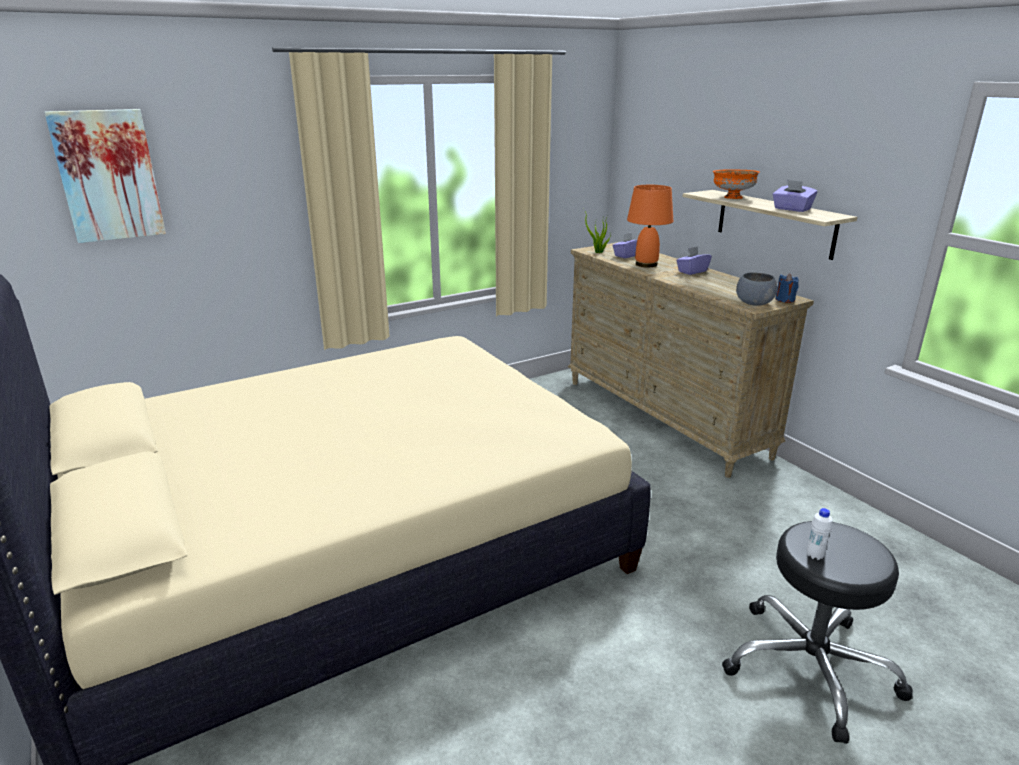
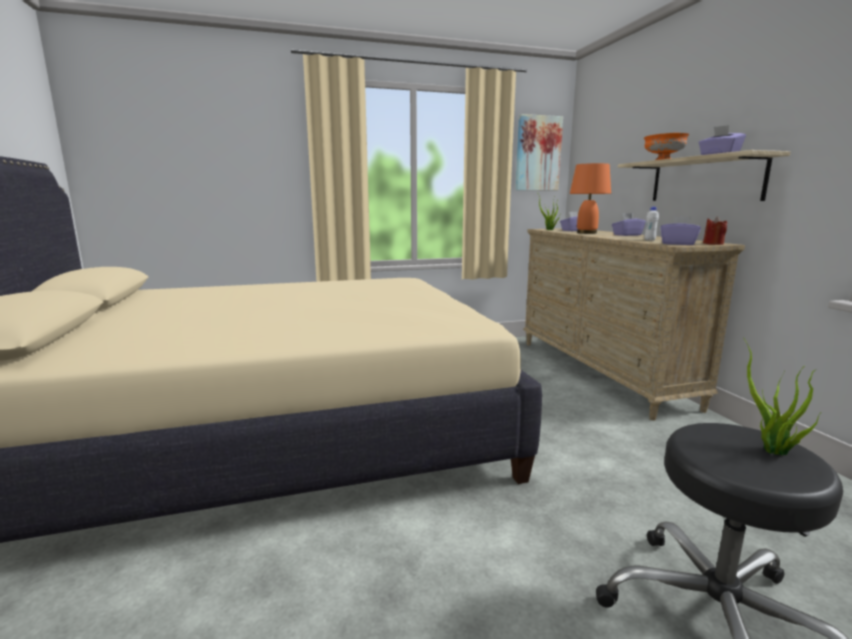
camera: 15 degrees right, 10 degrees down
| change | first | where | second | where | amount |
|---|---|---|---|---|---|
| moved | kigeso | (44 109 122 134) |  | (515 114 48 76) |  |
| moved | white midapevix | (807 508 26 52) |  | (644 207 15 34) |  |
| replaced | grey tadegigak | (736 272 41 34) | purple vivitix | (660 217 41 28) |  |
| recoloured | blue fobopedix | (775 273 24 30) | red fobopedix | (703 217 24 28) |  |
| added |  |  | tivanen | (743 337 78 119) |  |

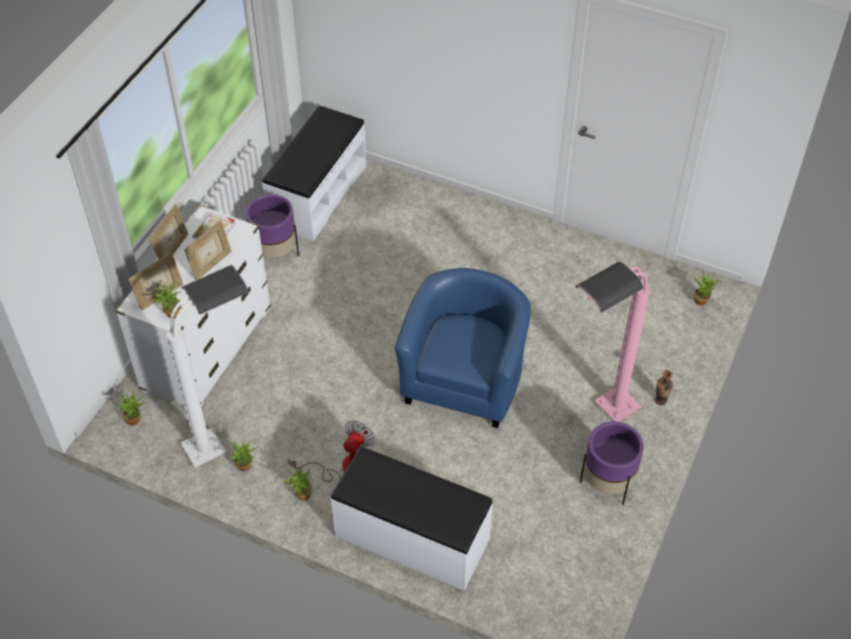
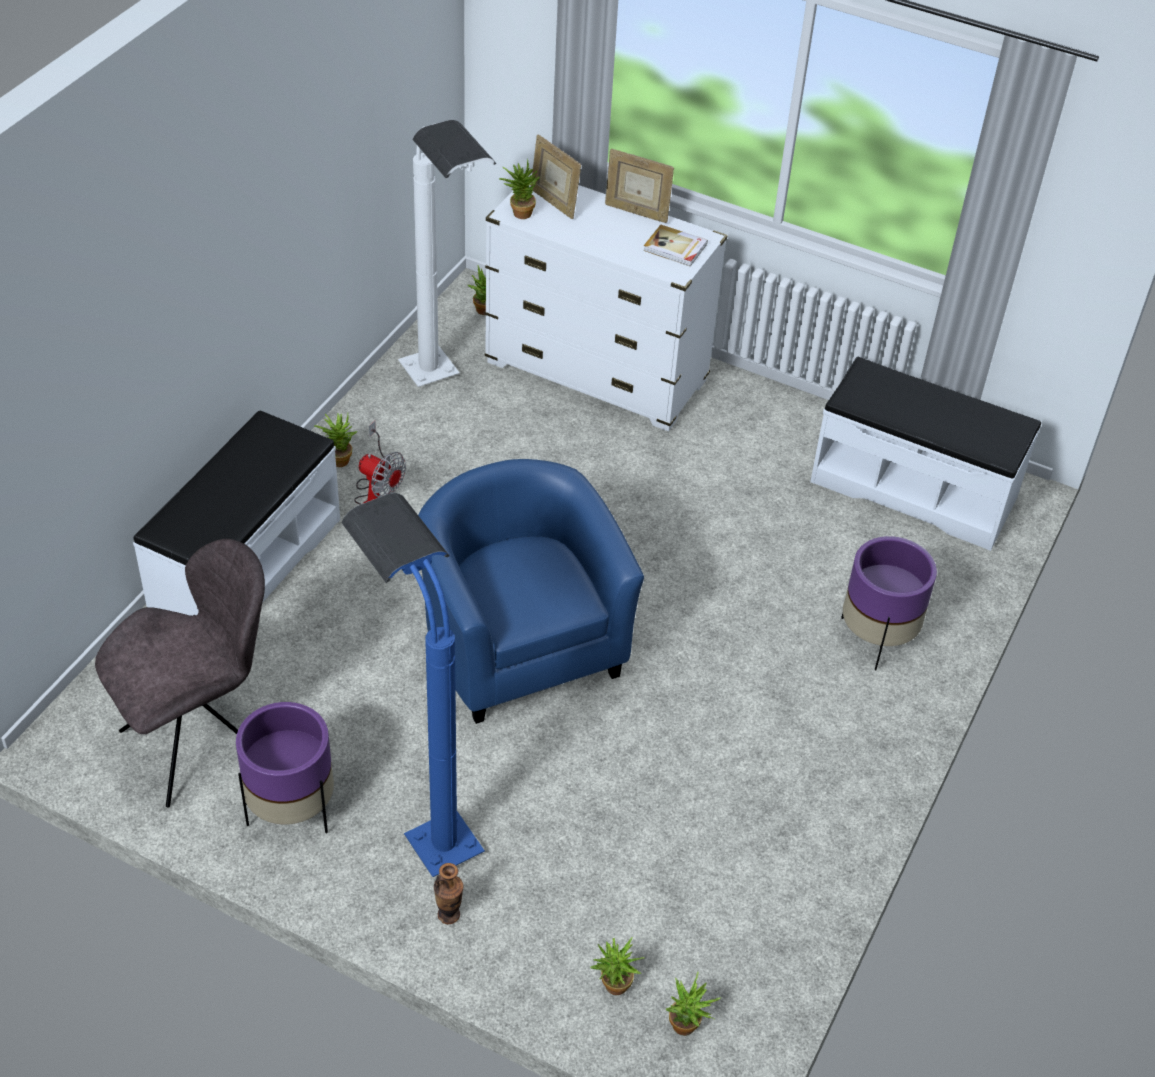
camera: 90 degrees right, 5 degrees down
| change | first | where | second | where | amount |
|---|---|---|---|---|---|
| added |  |  | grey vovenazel | (95 539 170 269) |  |
| recoloured | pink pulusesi | (575 262 75 160) | blue pulusesi | (341 493 144 384) |  |
| turned | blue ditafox | (395 268 136 160) |  | (418 459 226 265) | 135 degrees counterclockwise |
| moved | tivanen | (230 435 28 36) |  | (590 937 55 58) |  |
| moved | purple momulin | (245 194 54 64) |  | (841 536 96 134) |  |
| removed | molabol | (184 220 48 60) |  |  |  |

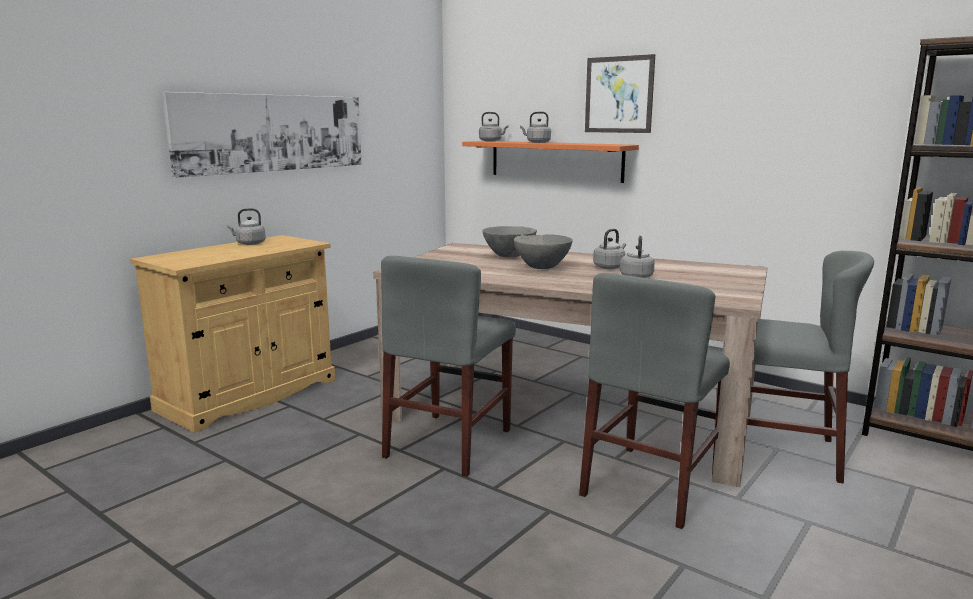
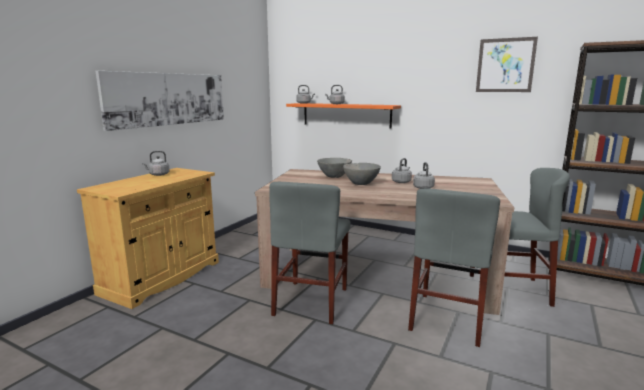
camera: 10 degrees left, 0 degrees up
| change | first | where | second | where | amount |
|---|---|---|---|---|---|
| moved | kigeso | (585 54 70 79) |  | (476 37 62 55) |  |

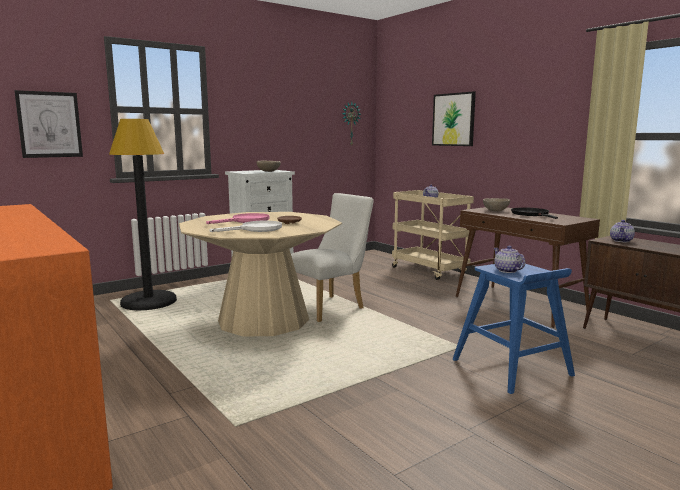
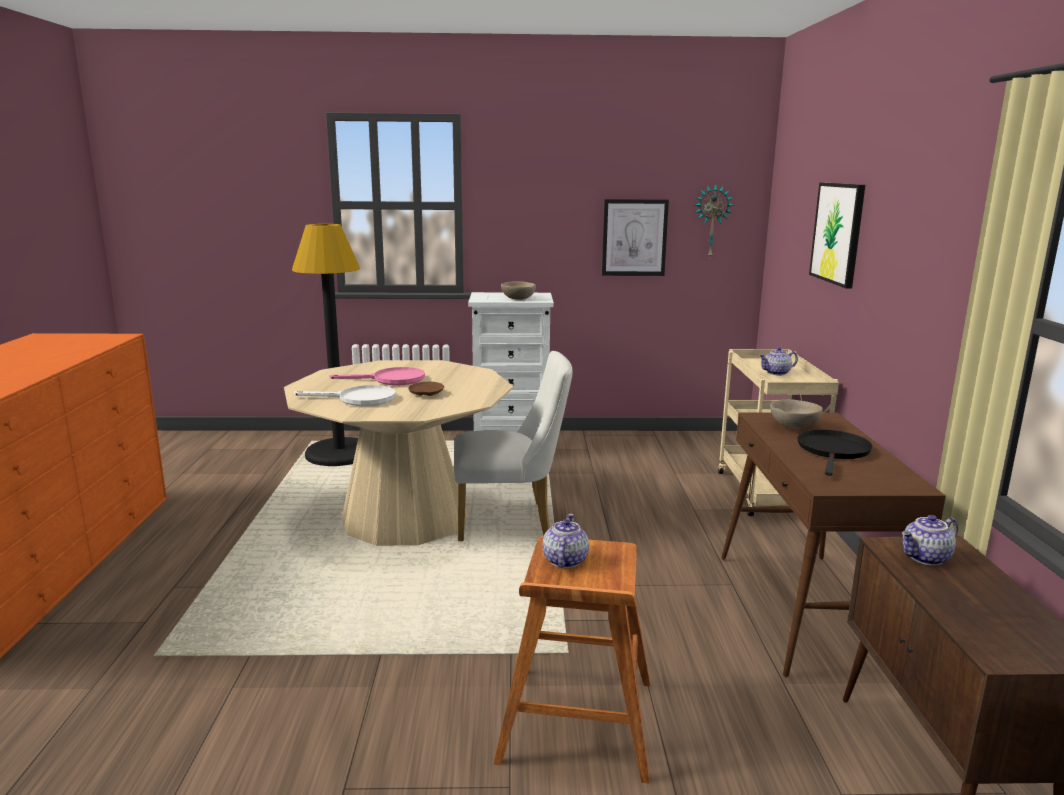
camera: 35 degrees right, 5 degrees up
| change | first | where | second | where | amount |
|---|---|---|---|---|---|
| recoloured | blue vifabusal | (452 263 123 131) | brown vifabusal | (494 536 156 247) |  |
| moved | kigeso | (14 90 69 68) |  | (602 199 67 77) |  |

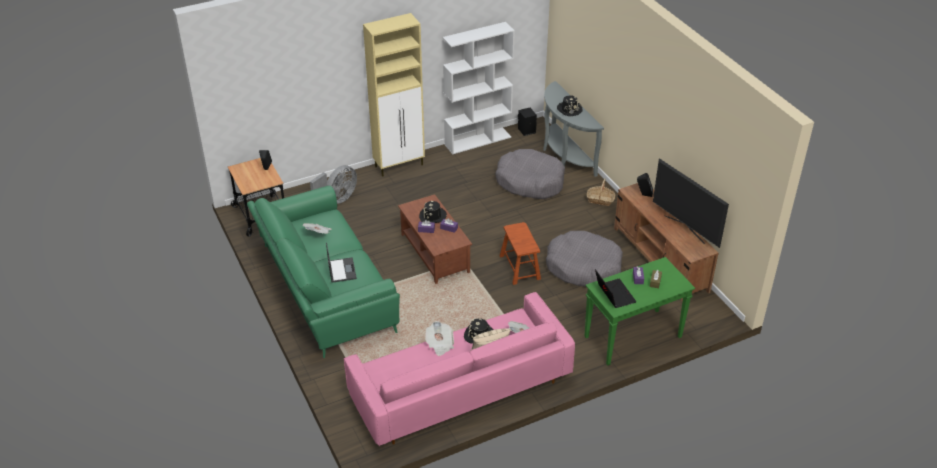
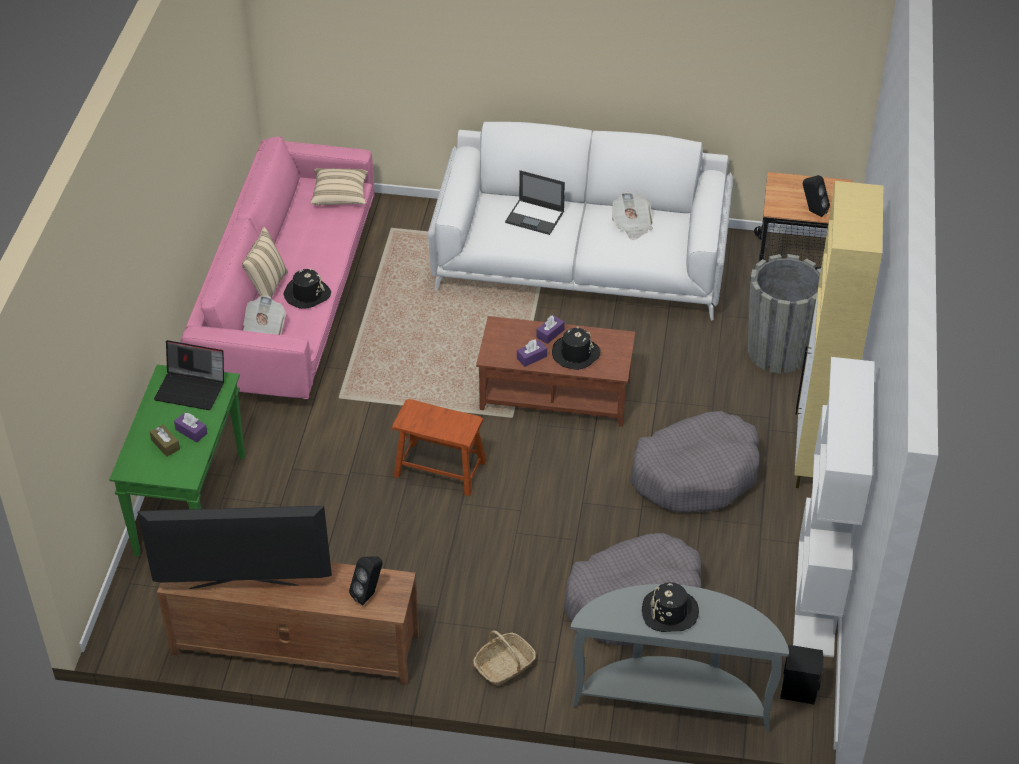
camera: 125 degrees right, 5 degrees up
| change | first | where | second | where | amount |
|---|---|---|---|---|---|
| added |  |  | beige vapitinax | (310 168 58 37) |  |
| recoloured | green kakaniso | (247 186 153 172) | white kakaniso | (428 122 305 198) |  |
| moved | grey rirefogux | (546 231 77 56) |  | (630 411 130 102) |  |
| replaced | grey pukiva | (310 165 47 39) | grey momulin | (748 254 73 120) |  |
| removed | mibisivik | (425 321 29 35) |  |  |  |

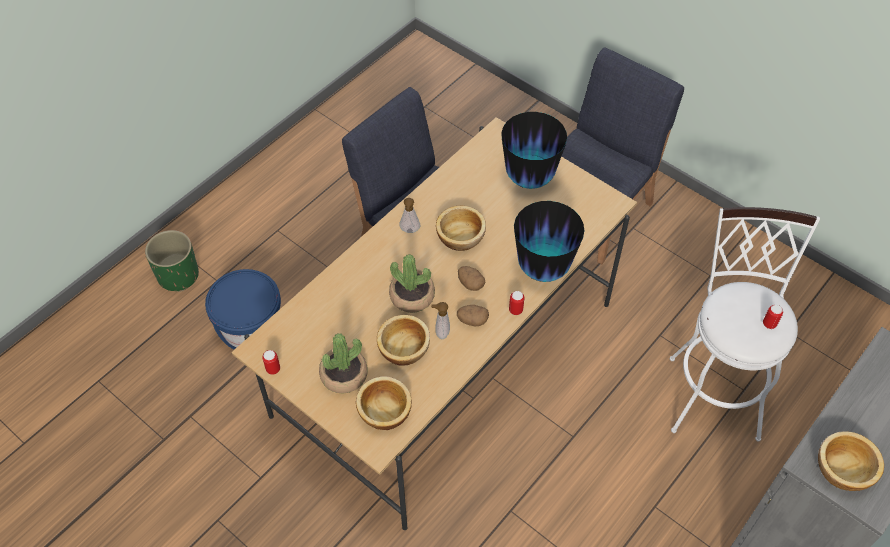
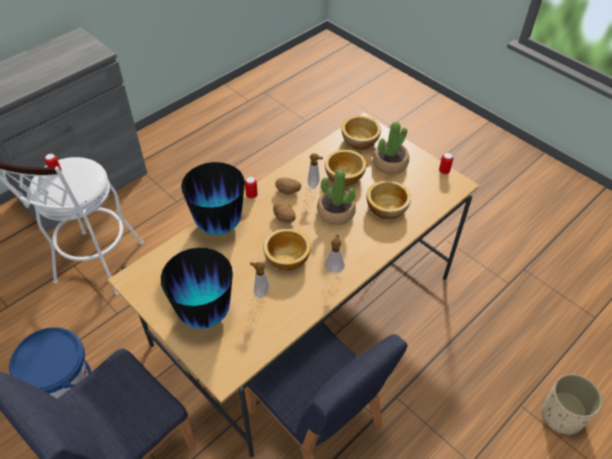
camera: 175 degrees left, 5 degrees down
| change | first | where | second | where | amount |
|---|---|---|---|---|---|
| moved | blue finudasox | (205 269 76 81) |  | (9 327 83 72) |  |
| added |  |  | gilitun | (250 262 19 36) |  |
| moved | tadegigak | (818 431 66 60) |  | (367 180 44 39) |  |
| recoloured | green momulin | (145 230 54 62) | beige momulin | (542 374 61 61) |  |

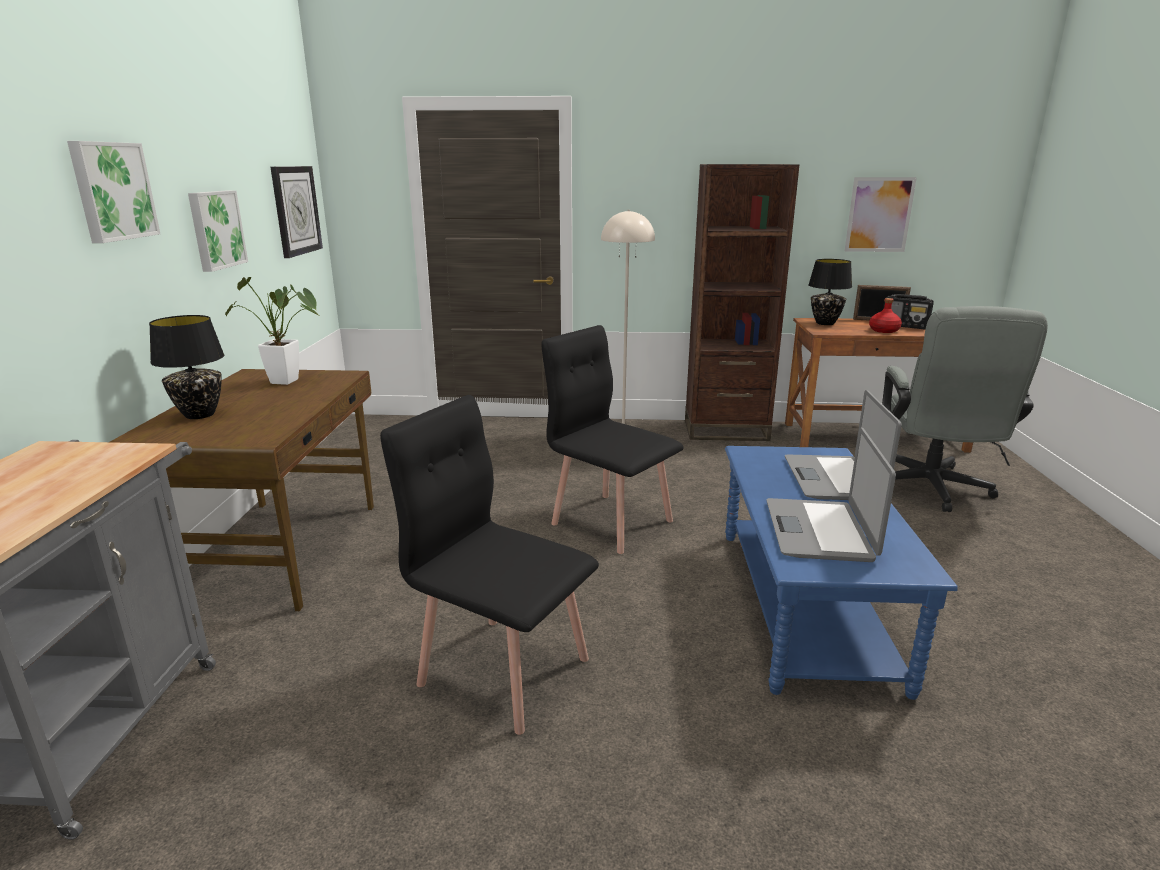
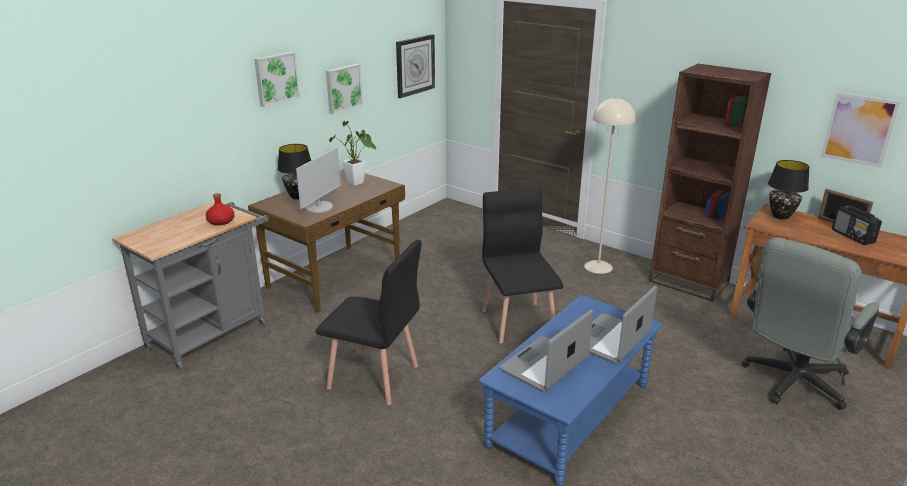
camera: 35 degrees right, 5 degrees up
| change | first | where | second | where | amount |
|---|---|---|---|---|---|
| moved | red midapevix | (869 298 33 35) |  | (206 193 28 32) |  |
| added |  |  | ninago | (296 148 45 65) |  |
| turned | black vovenazel | (380 395 219 340) |  | (315 240 106 165) | 135 degrees clockwise |

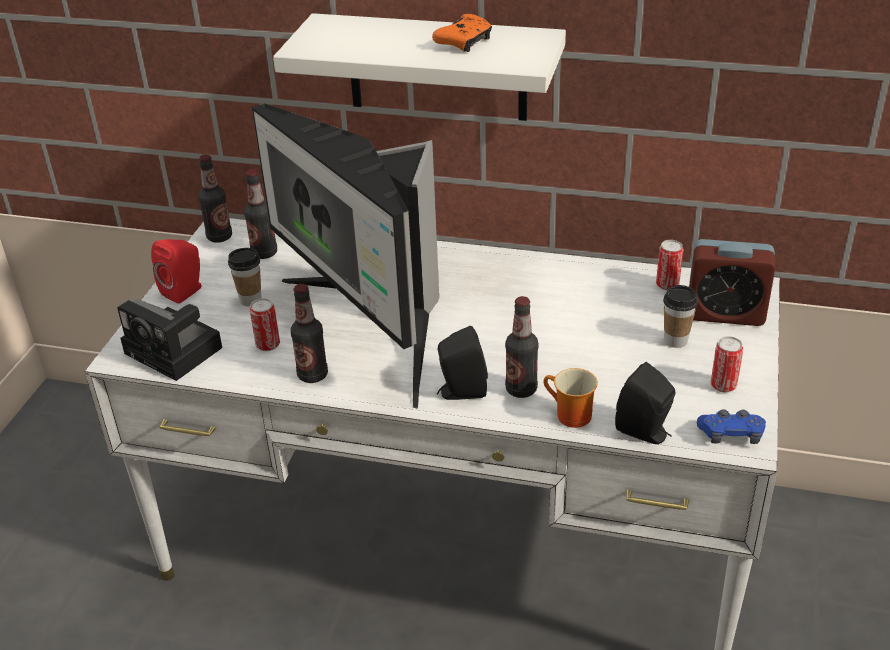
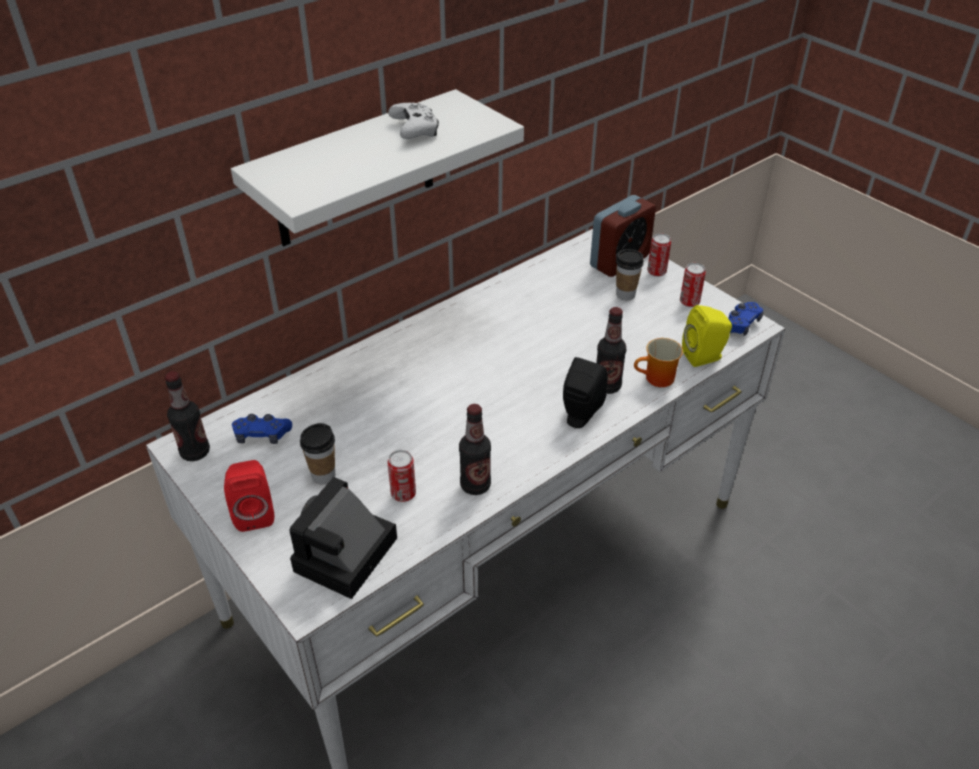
camera: 55 degrees left, 5 degrees up
| change | first | where | second | where | amount |
|---|---|---|---|---|---|
| replaced | midapevix | (244 169 33 90) | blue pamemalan | (232 414 60 30) |  |
| turned | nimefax | (117 300 105 81) |  | (289 477 108 122) | 135 degrees clockwise |
| recoloured | orange pamemalan | (432 14 60 38) | white pamemalan | (388 103 51 36) |  |
| moved | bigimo | (656 240 27 50) |  | (647 233 24 44) |  |
| recoloured | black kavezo | (615 362 60 82) | yellow kavezo | (682 305 50 62) |  |
| removed | ninago | (252 103 187 306) |  |  |  |

